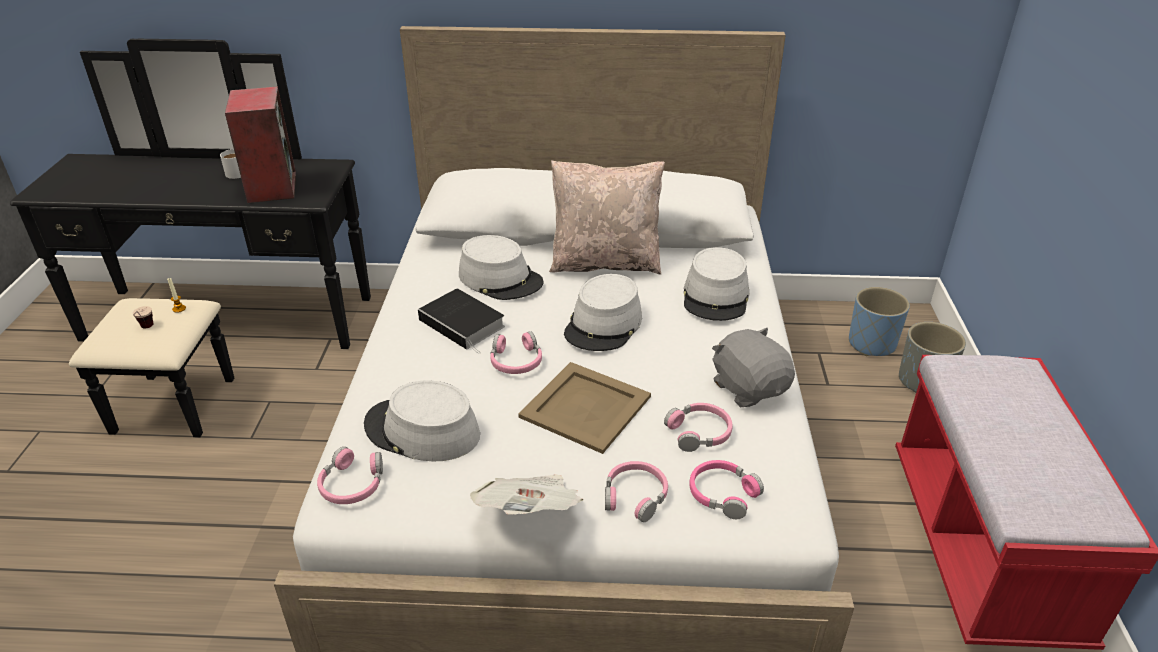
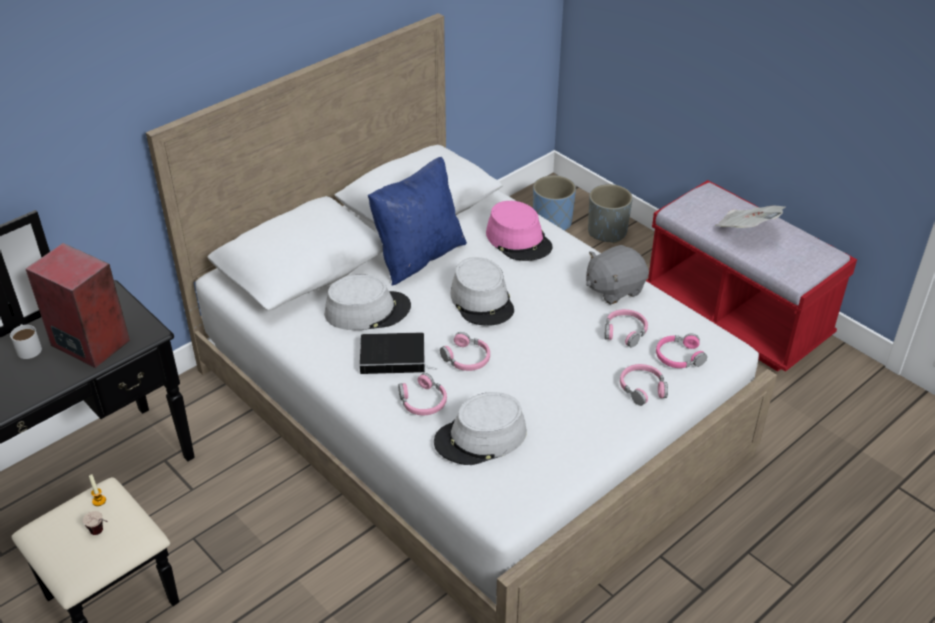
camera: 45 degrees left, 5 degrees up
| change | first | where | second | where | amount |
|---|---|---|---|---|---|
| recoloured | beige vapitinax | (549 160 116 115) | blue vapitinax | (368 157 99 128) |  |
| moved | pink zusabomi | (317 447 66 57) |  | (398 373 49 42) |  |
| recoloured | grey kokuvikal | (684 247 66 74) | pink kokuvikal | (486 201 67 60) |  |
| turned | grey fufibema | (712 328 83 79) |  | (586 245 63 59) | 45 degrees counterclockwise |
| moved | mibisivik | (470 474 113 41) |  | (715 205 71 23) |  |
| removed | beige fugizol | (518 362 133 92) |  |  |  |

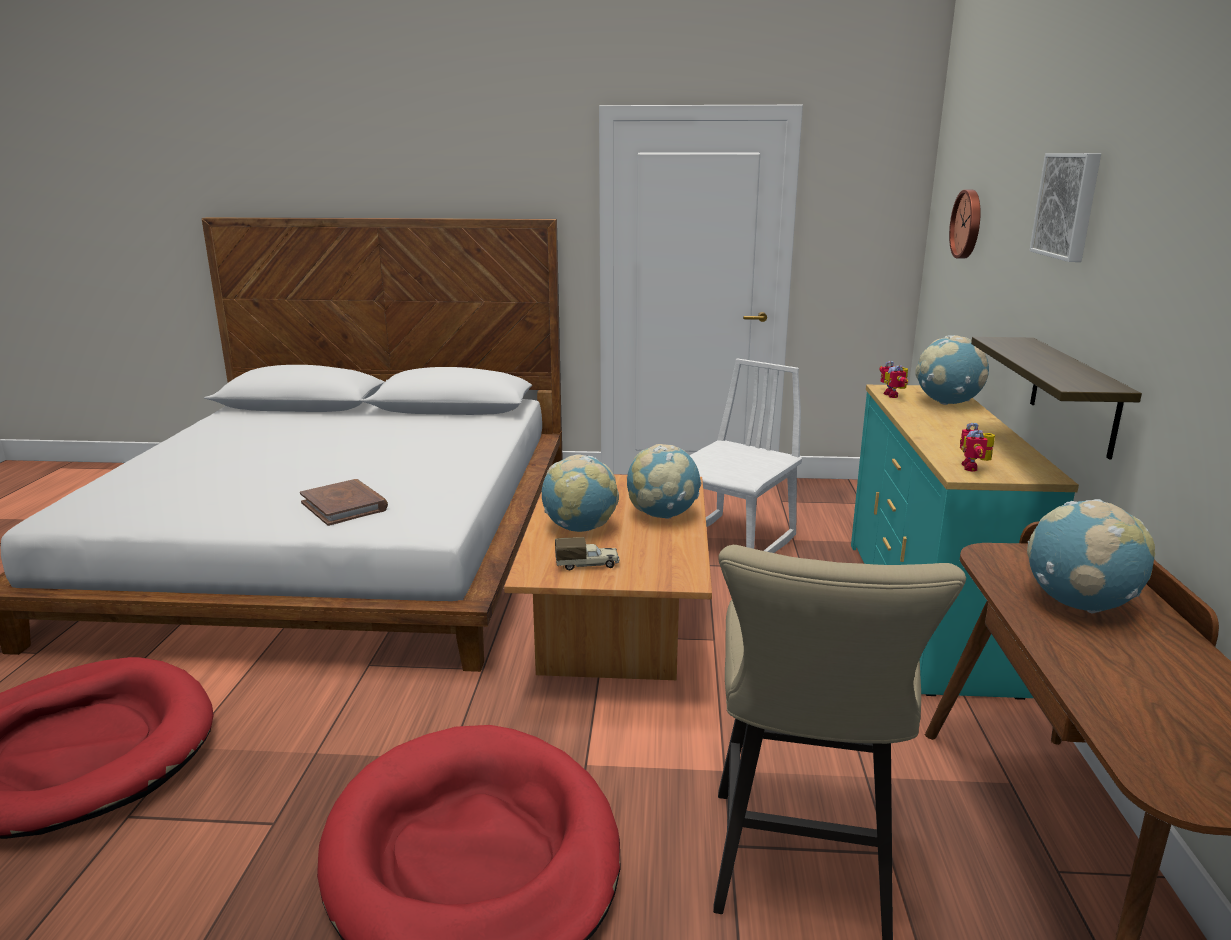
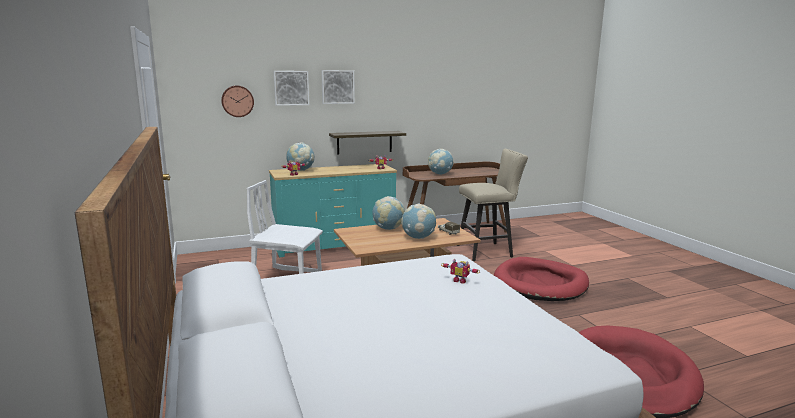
camera: 115 degrees left, 5 degrees down
| change | first | where | second | where | amount |
|---|---|---|---|---|---|
| added |  |  | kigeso | (274 71 35 35) |  |
| replaced | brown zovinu | (300 479 88 47) | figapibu | (441 259 39 25) |  |

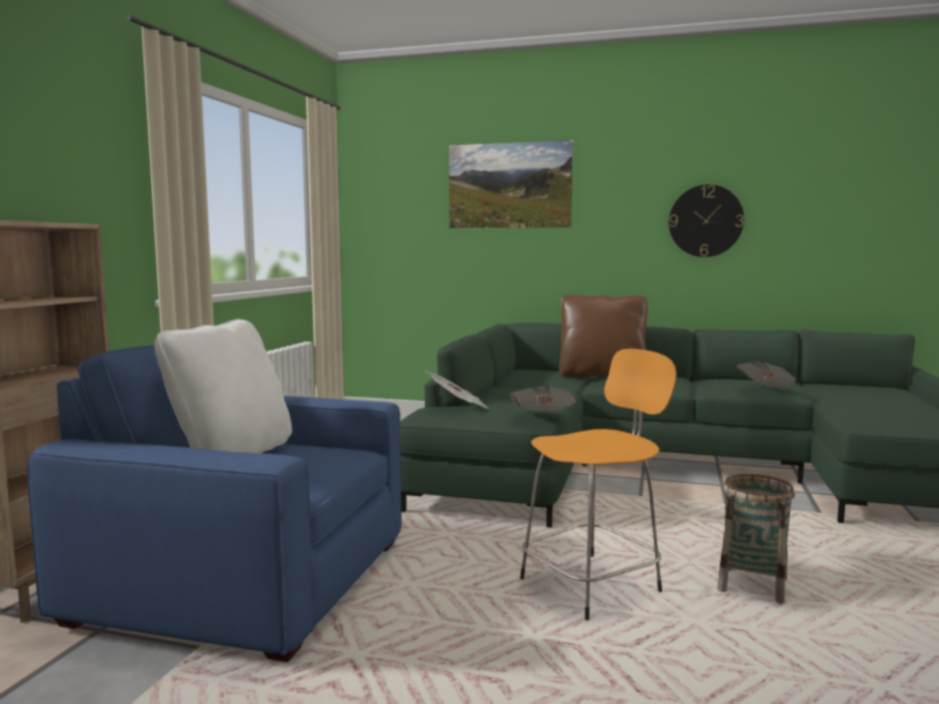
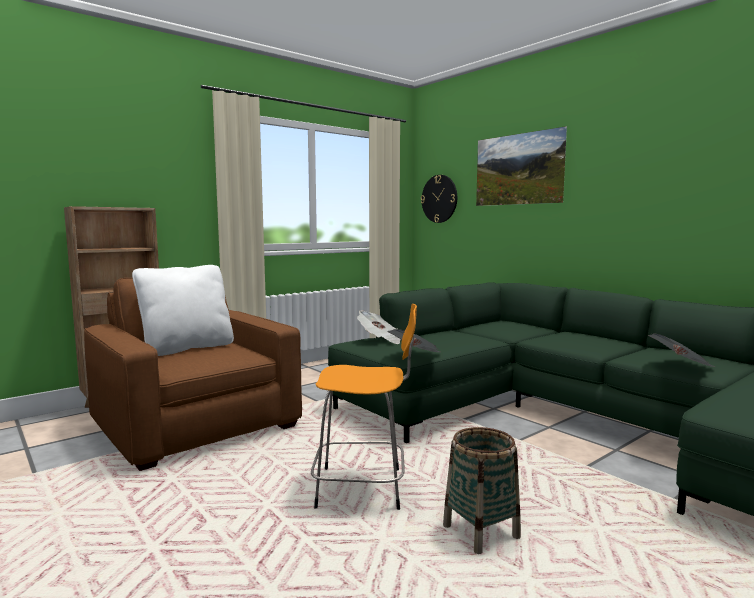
camera: 35 degrees right, 0 degrees up
| change | first | where | second | where | amount |
|---|---|---|---|---|---|
| recoloured | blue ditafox | (27 345 375 317) | brown ditafox | (84 278 218 193) |  |
| moved | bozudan | (669 184 75 73) |  | (421 175 36 48) |  |
| removed | brown vapitinax | (559 295 89 83) |  |  |  |

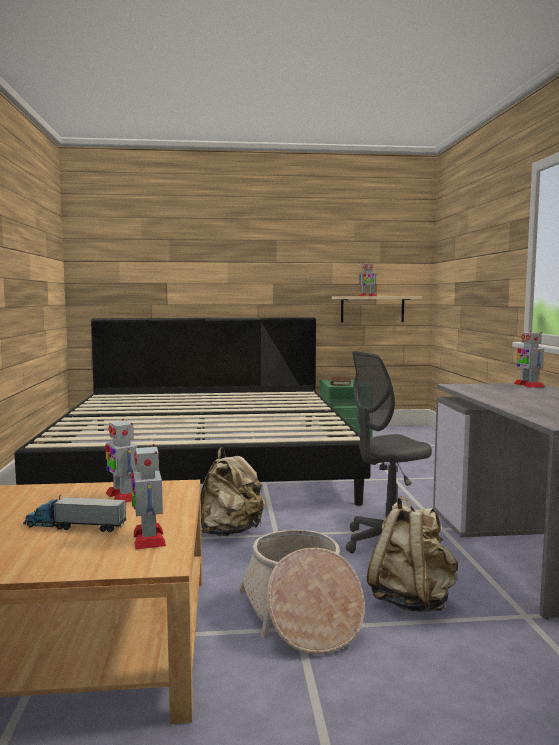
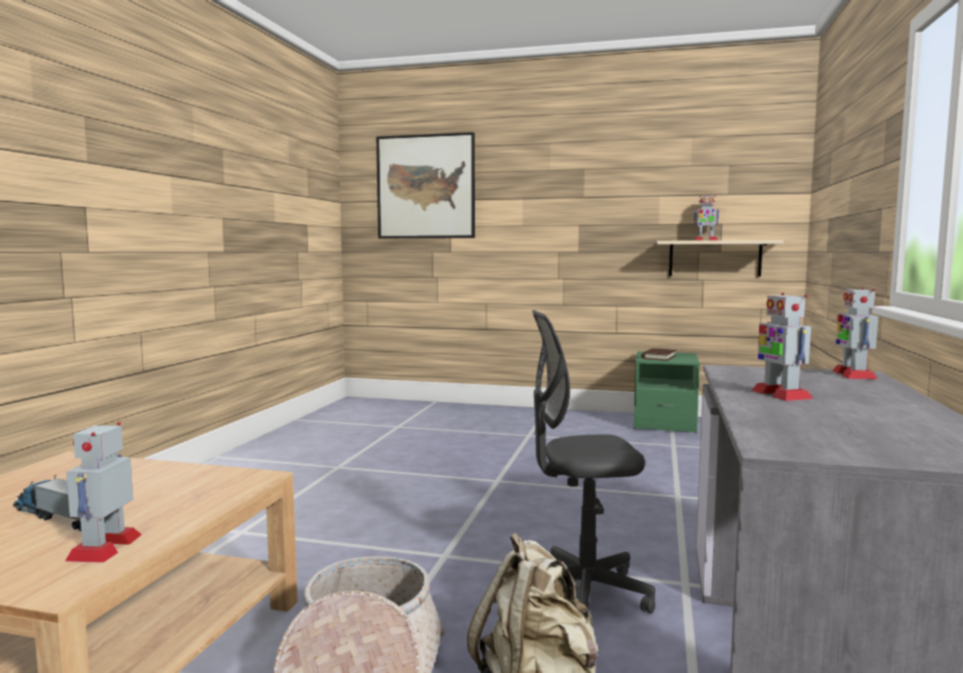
camera: 20 degrees right, 0 degrees up
| change | first | where | second | where | amount |
|---|---|---|---|---|---|
| added |  |  | kigeso | (376 132 99 106) |  |
| moved | figapibu | (105 419 33 84) |  | (752 293 61 108) |  |
| removed | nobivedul | (14 317 357 189) |  |  |  |
| removed | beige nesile | (201 447 65 89) |  |  |  |

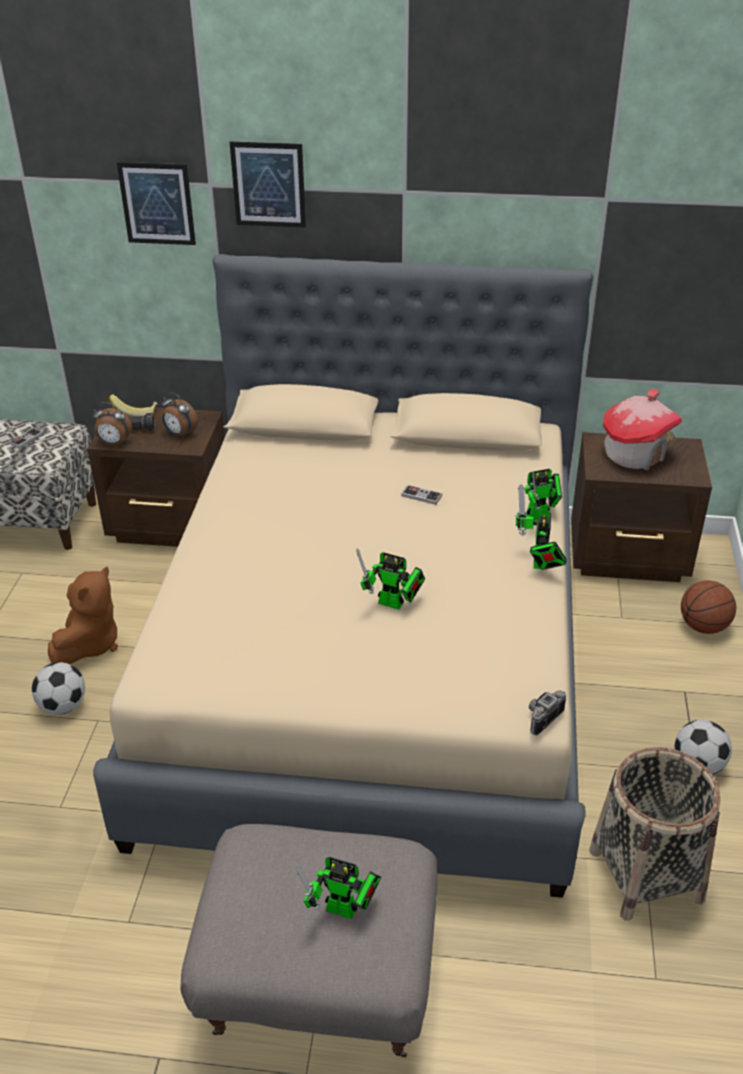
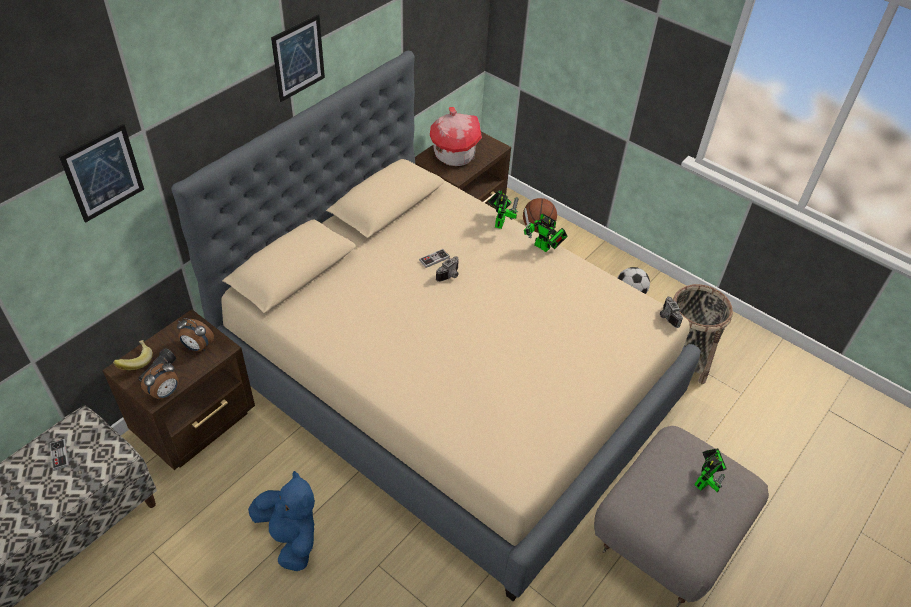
camera: 60 degrees left, 10 degrees up
| change | first | where | second | where | amount |
|---|---|---|---|---|---|
| turned | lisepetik | (161 393 37 45) |  | (177 318 37 34) | 45 degrees clockwise |
| recoloured | brown fufibema | (48 567 70 97) | blue fufibema | (248 471 67 100) |  |
| moved | kigeso | (230 142 76 86) |  | (271 14 54 88) |  |
| added |  |  | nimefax | (436 256 23 26) |  |
| removed | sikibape | (32 662 53 53) |  |  |  |
| removed | figapibu | (356 548 69 62) |  |  |  |

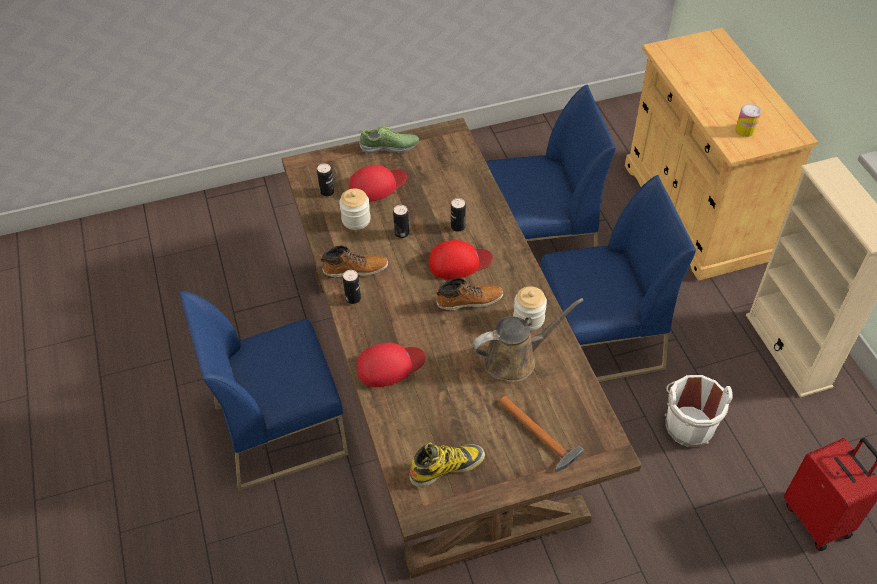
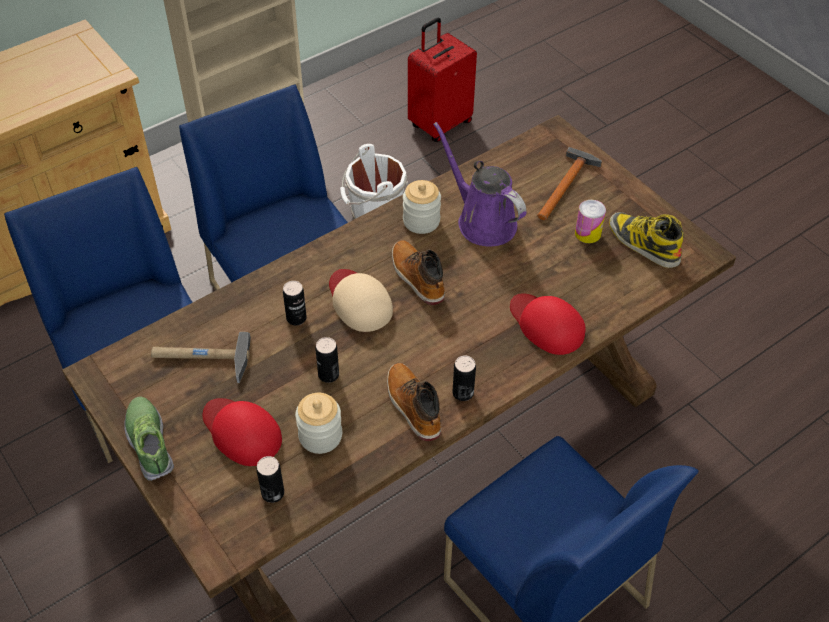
camera: 110 degrees left, 0 degrees up
| change | first | where | second | where | amount |
|---|---|---|---|---|---|
| added |  |  | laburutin | (151 332 100 51) |  |
| recoloured | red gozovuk | (429 240 64 39) | beige gozovuk | (329 269 64 63) |  |
| recoloured | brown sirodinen | (473 298 111 84) | purple sirodinen | (433 122 93 124) |  |
| moved | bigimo | (735 104 26 33) |  | (575 200 31 43) |  |

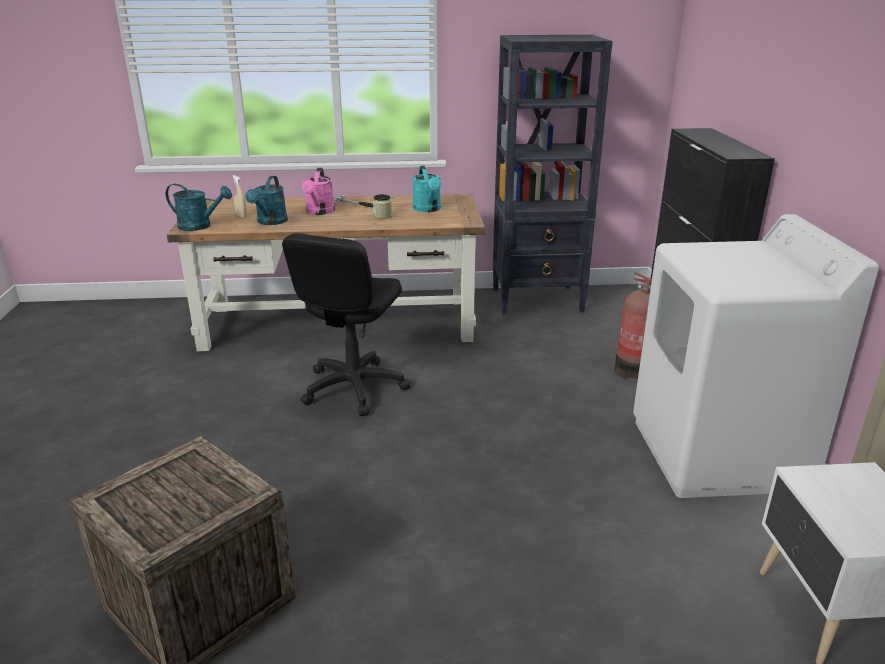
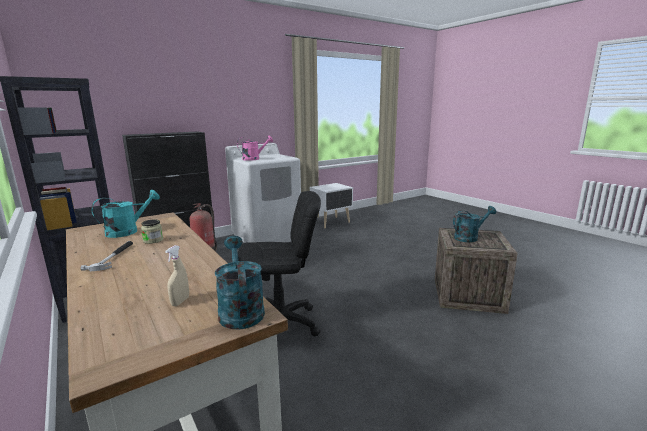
camera: 120 degrees left, 10 degrees down
| change | first | where | second | where | amount |
|---|---|---|---|---|---|
| moved | pink sirodinen | (302 168 33 47) |  | (237 136 36 25) |  |
| moved | turquoise sirodinen | (245 176 43 49) |  | (453 206 43 36) |  |

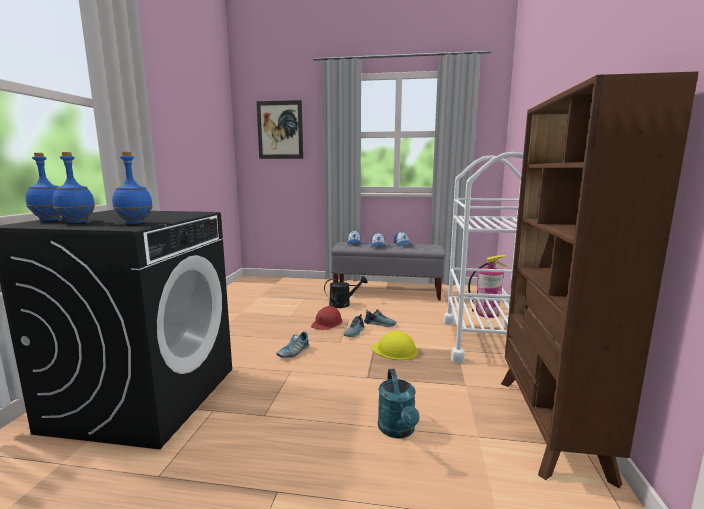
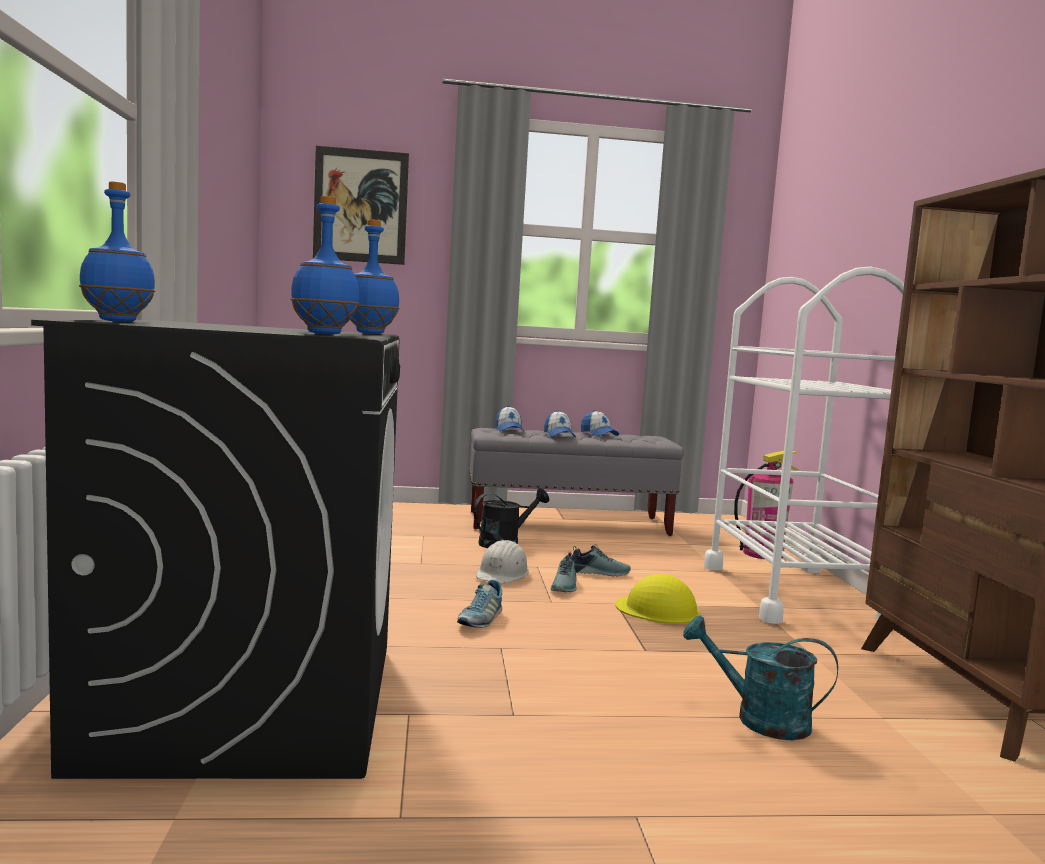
camera: 15 degrees left, 5 degrees down
| change | first | where | second | where | amount |
|---|---|---|---|---|---|
| moved | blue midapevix | (53 152 42 71) |  | (350 219 50 115) |  |
| recoloured | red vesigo | (311 306 32 24) | white vesigo | (476 540 53 44) |  |
| turned | turquoise sirodinen | (378 369 41 69) |  | (683 615 155 125) | 135 degrees clockwise |

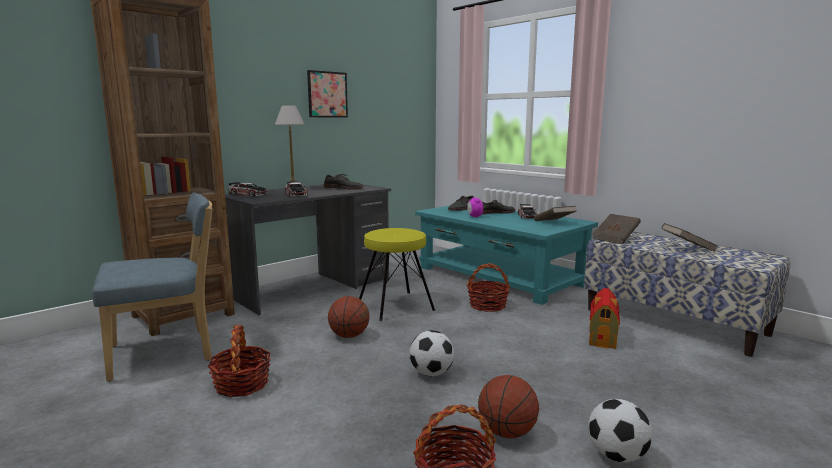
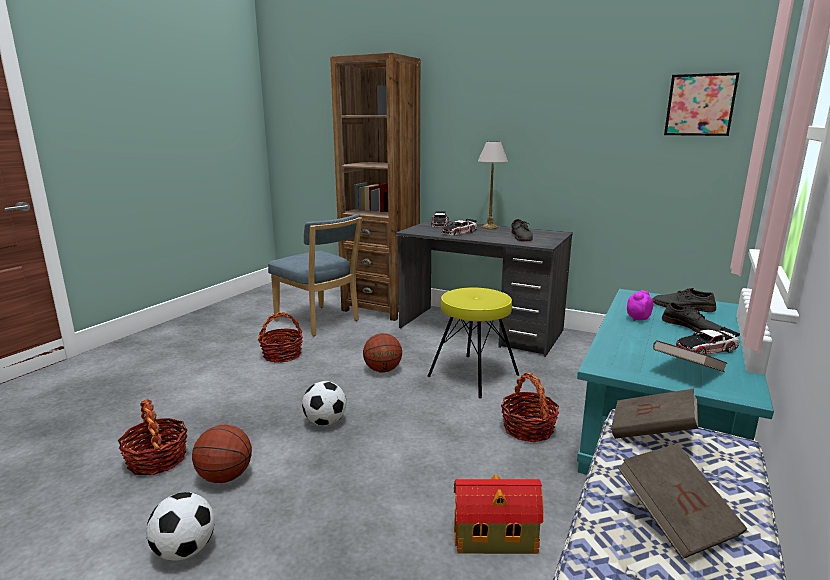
camera: 70 degrees right, 5 degrees up
| change | first | where | second | where | amount |
|---|---|---|---|---|---|
| moved | kigeso | (307 70 41 48) |  | (664 72 76 64) |  |

